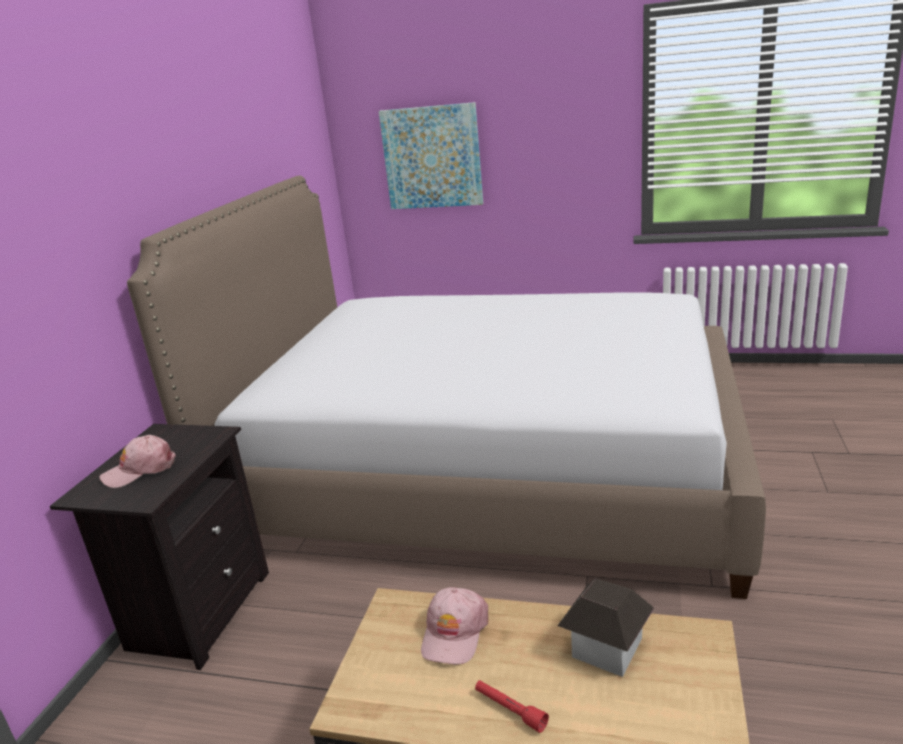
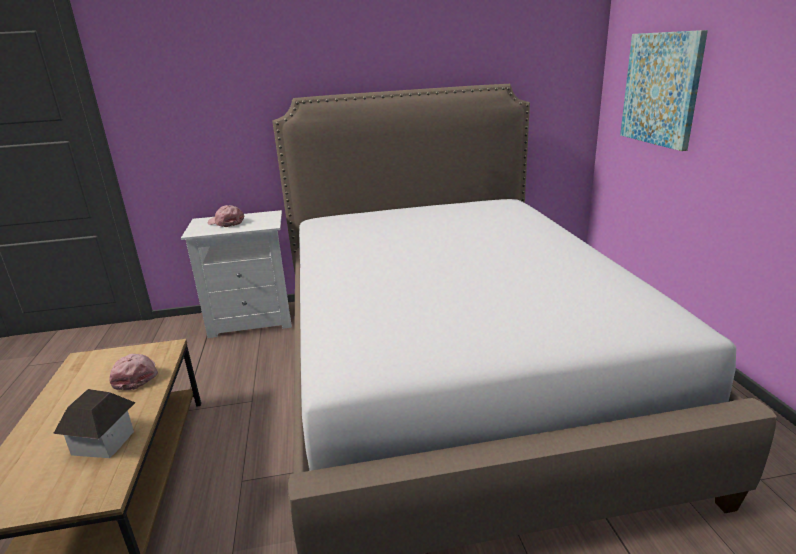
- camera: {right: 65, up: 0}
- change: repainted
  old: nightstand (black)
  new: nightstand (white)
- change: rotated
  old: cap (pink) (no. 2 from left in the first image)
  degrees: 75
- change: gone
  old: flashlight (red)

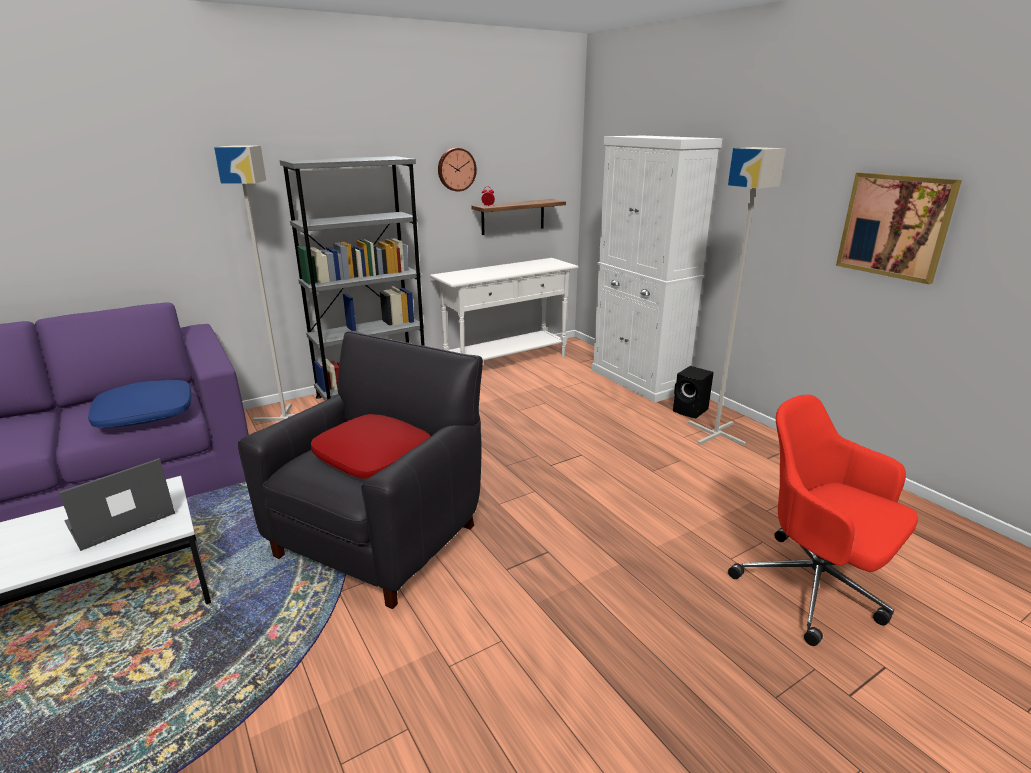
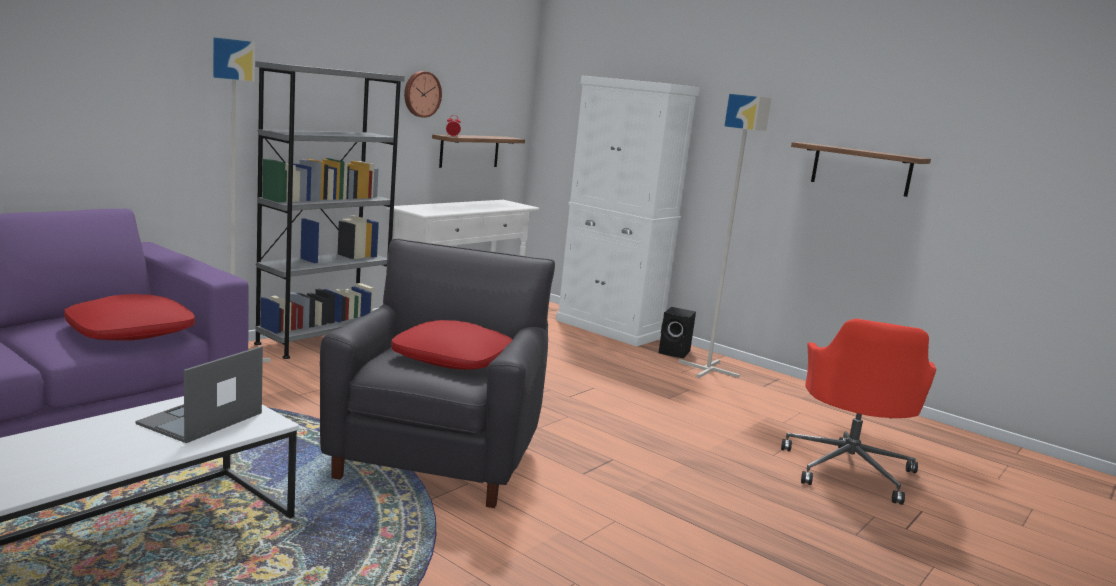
- camera: {right: -20, up: -10}
- change: swapped
  old: picture
  new: shelf (no. 2 from left)
- change: repainted
  old: pillow (blue)
  new: pillow (red) (no. 1 from left)
- change: rotated
  old: office chair (red)
  degrees: -105

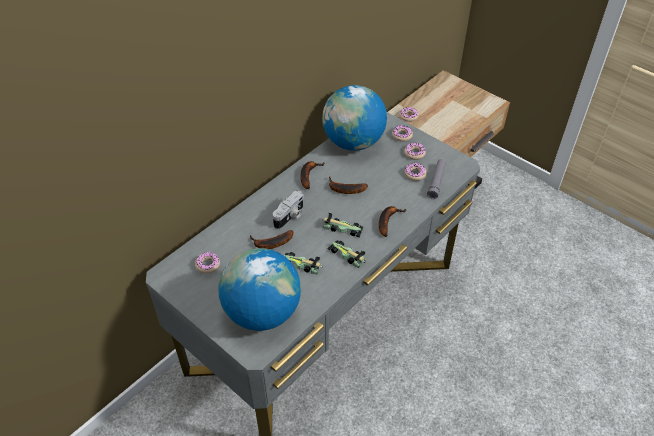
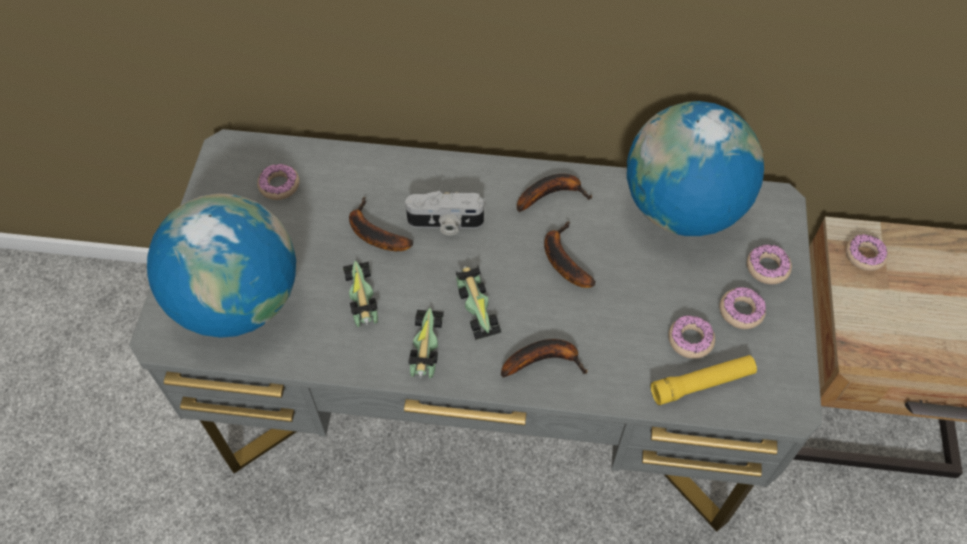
- camera: {right: 55, up: 10}
- change: repainted
  old: flashlight (grey)
  new: flashlight (yellow)

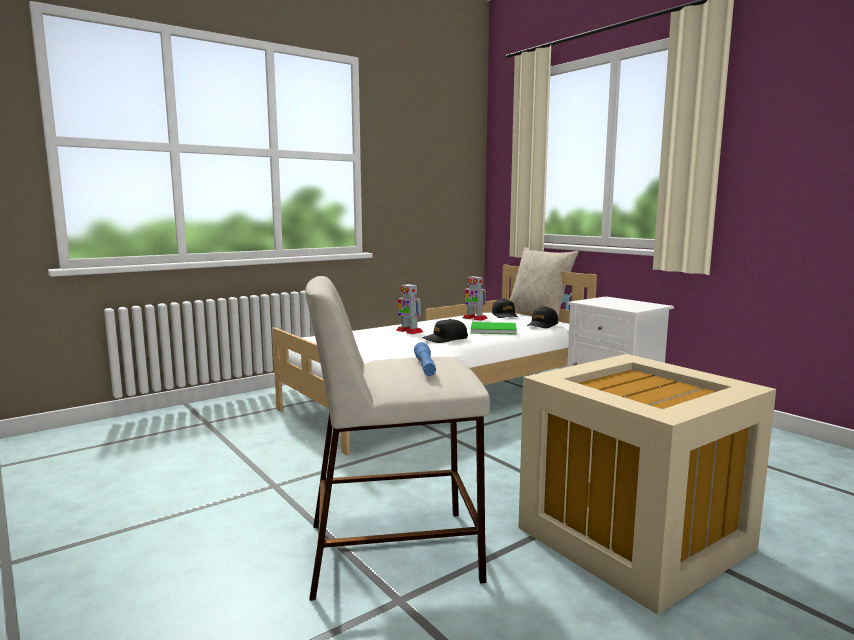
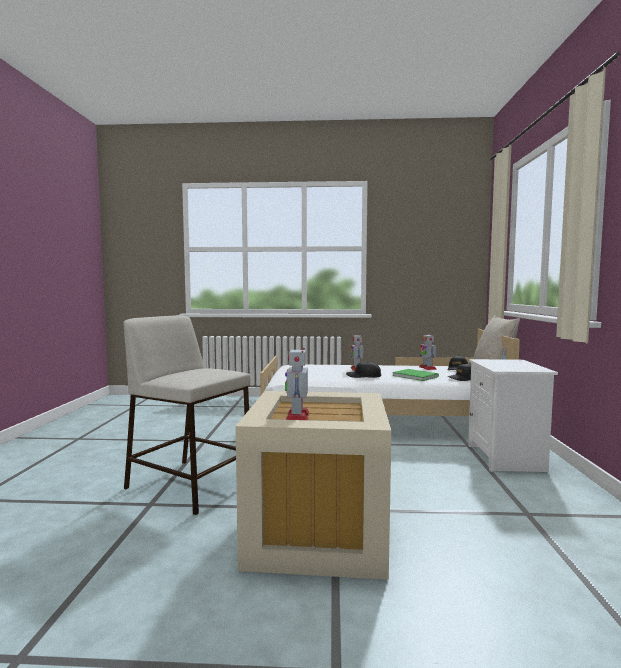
- camera: {right: 40, up: -5}
- change: gone
  old: flashlight (blue)
- change: new
  new: toy robot (no. 1 from left)

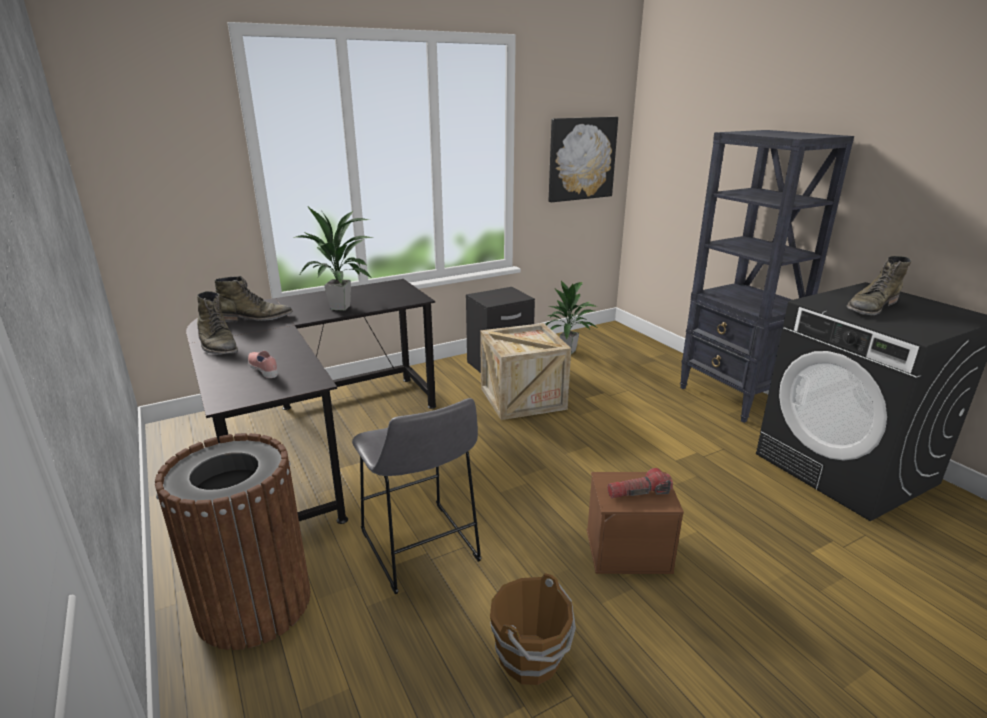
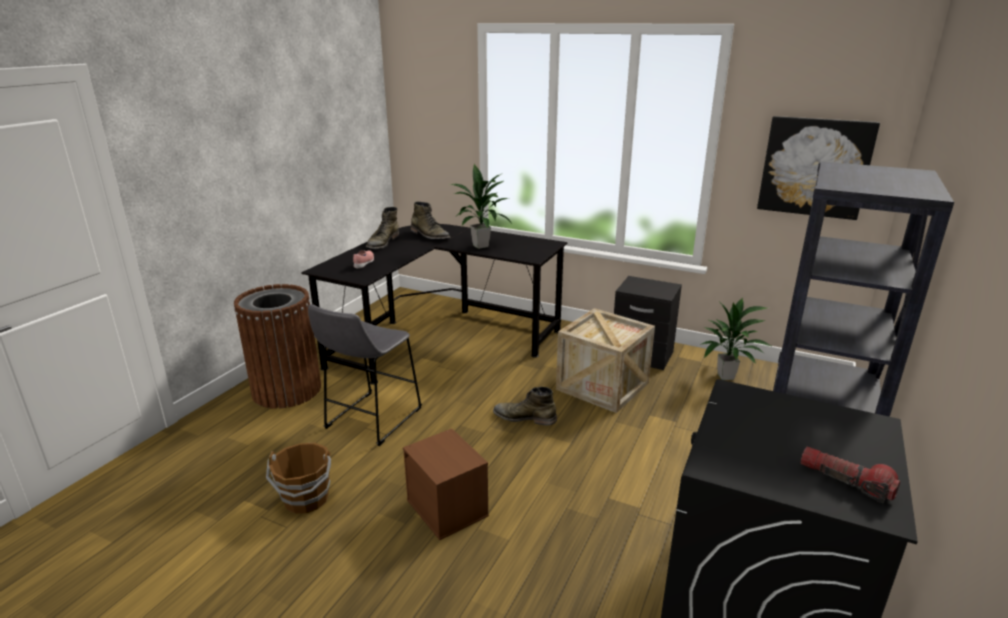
- camera: {right: 55, up: 0}
- change: shifted
  old: boot (green) (no. 3 from left)
- change: shifted
  old: flashlight

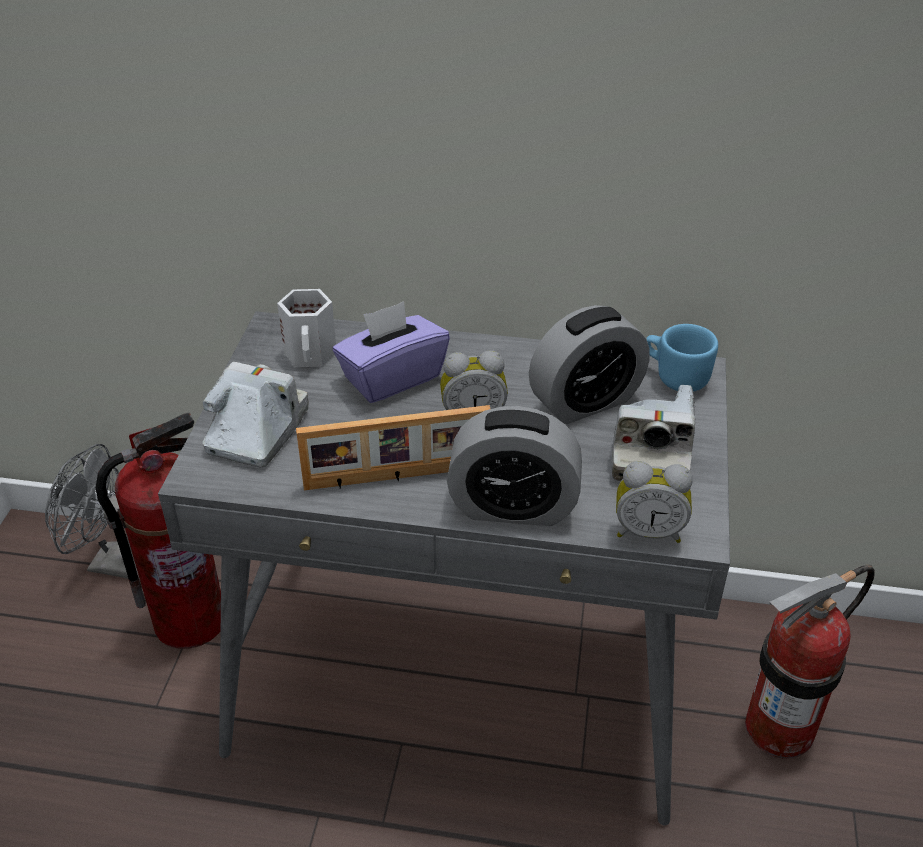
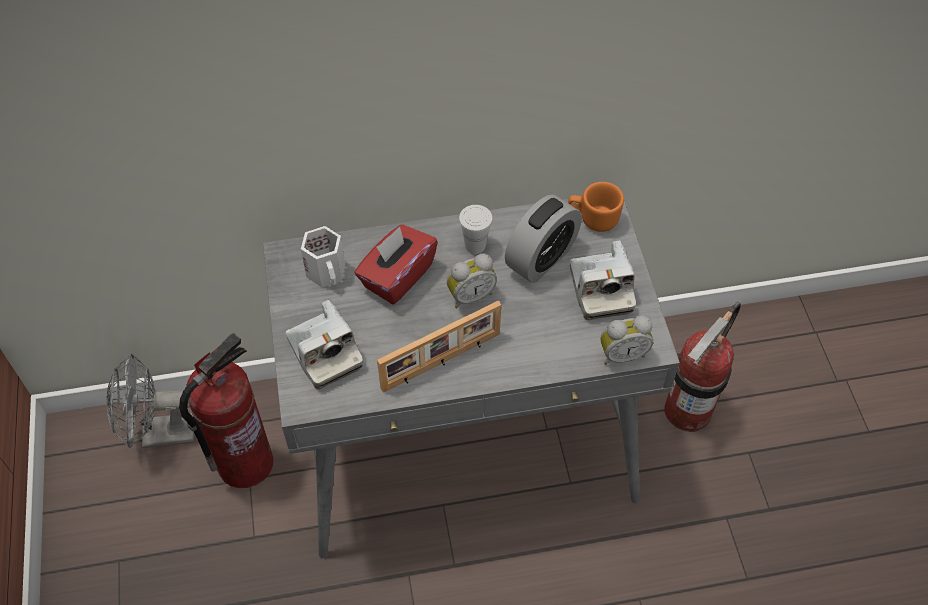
- camera: {right: -20, up: 15}
- change: repainted
  old: tissue box (purple)
  new: tissue box (red)
- change: repainted
  old: mug (blue)
  new: mug (orange)
- change: rotated
  old: photo camera (no. 1 from left)
  degrees: 150
- change: gone
  old: alarm clock (no. 2 from left)
- change: new
  new: cup (white)

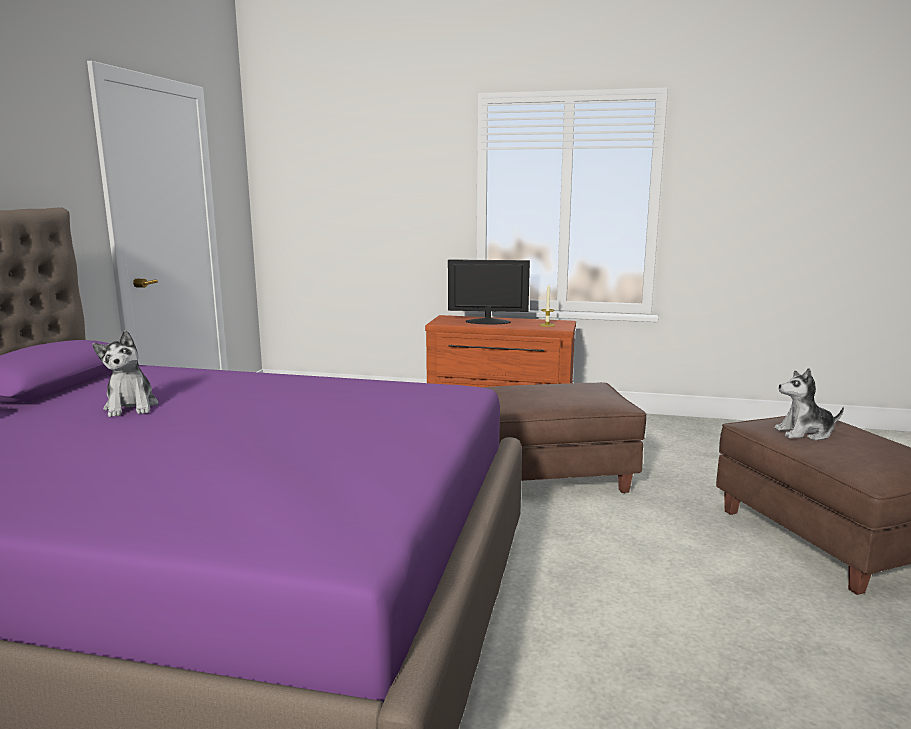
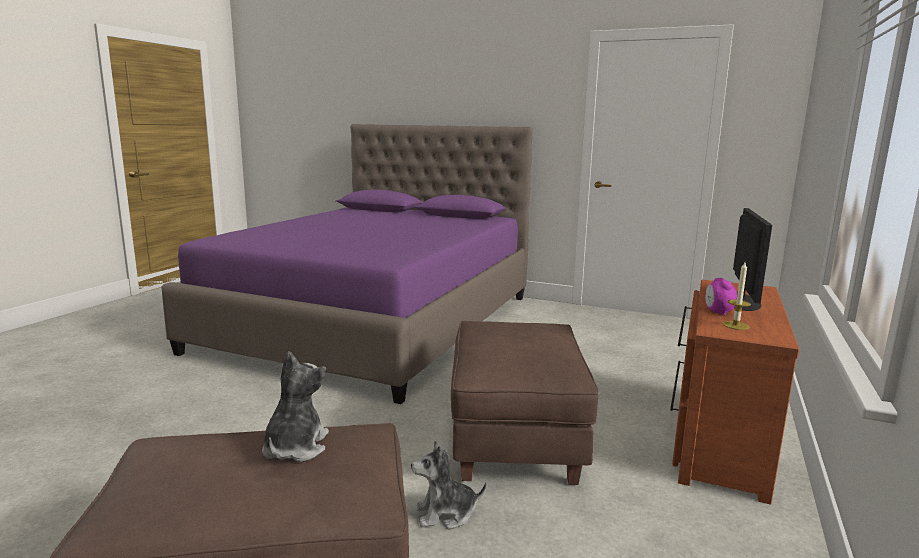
- camera: {right: 100, up: 0}
- change: shifted
  old: plush toy (no. 1 from left in the first image)
  new: plush toy (no. 2 from left)
- change: new
  new: alarm clock

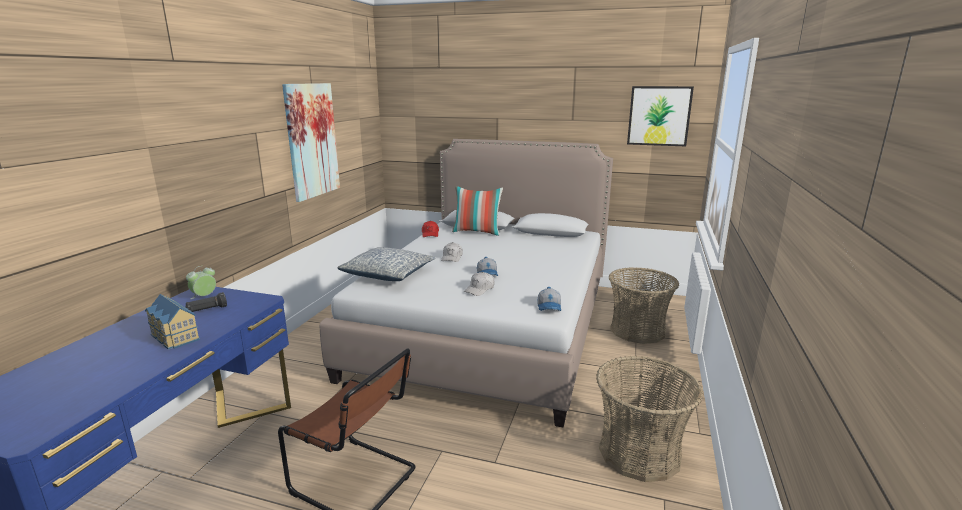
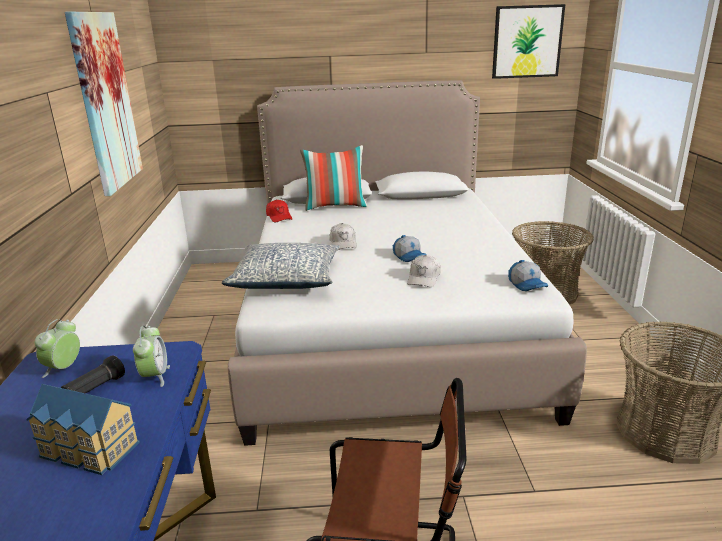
- camera: {right: -20, up: 5}
- change: new
  new: alarm clock (no. 2 from left)

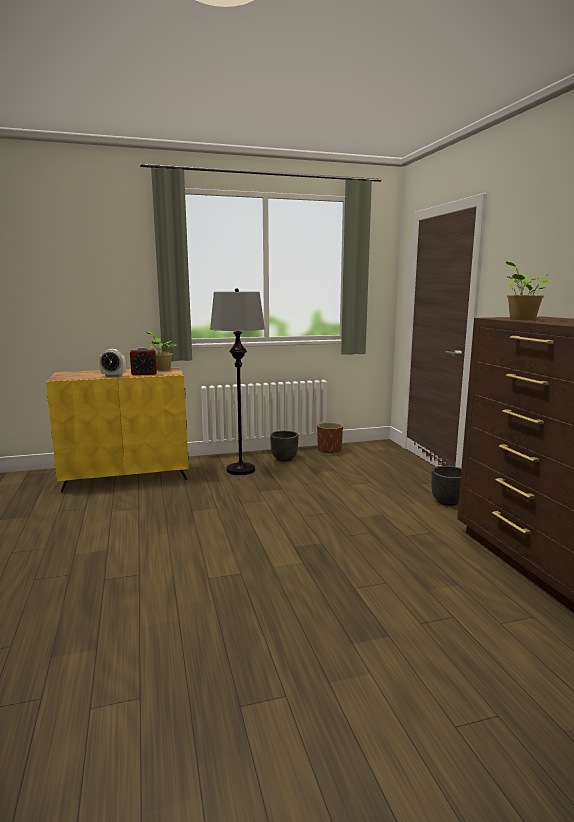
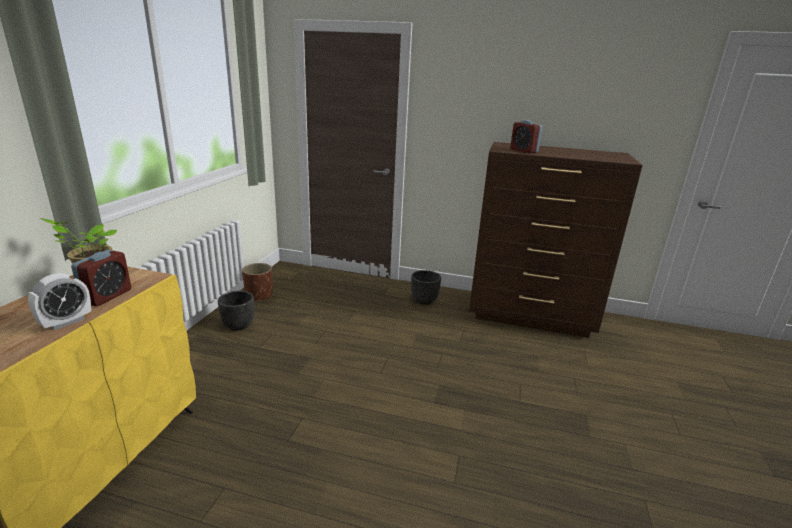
- camera: {right: -60, up: 10}
- change: swapped
  old: potted plant (no. 2 from left)
  new: alarm clock (no. 3 from left)
- change: gone
  old: floor lamp (grey)

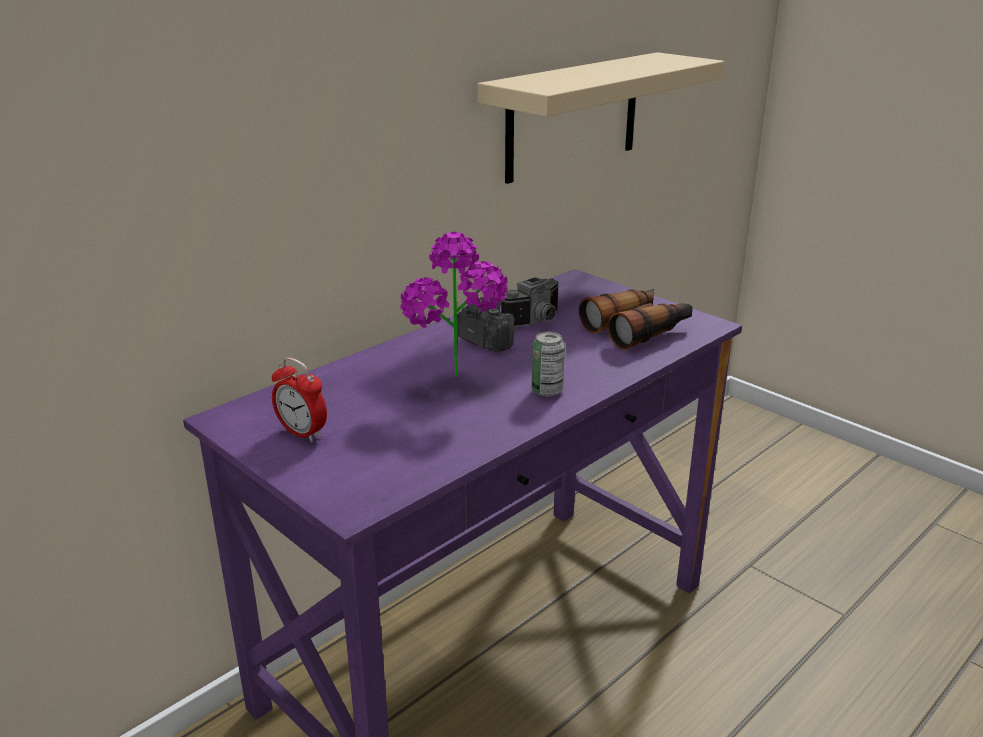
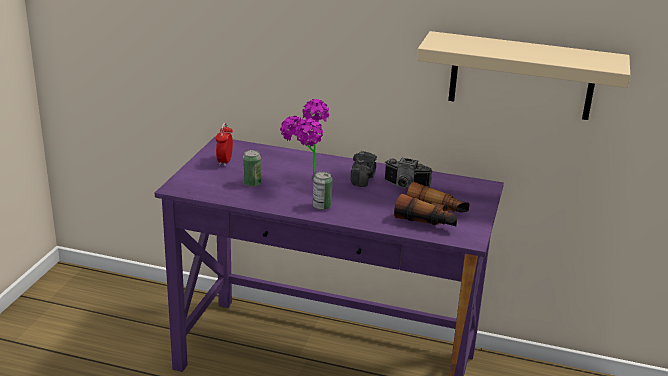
- camera: {right: 60, up: 0}
- change: new
  new: can (no. 1 from left)

